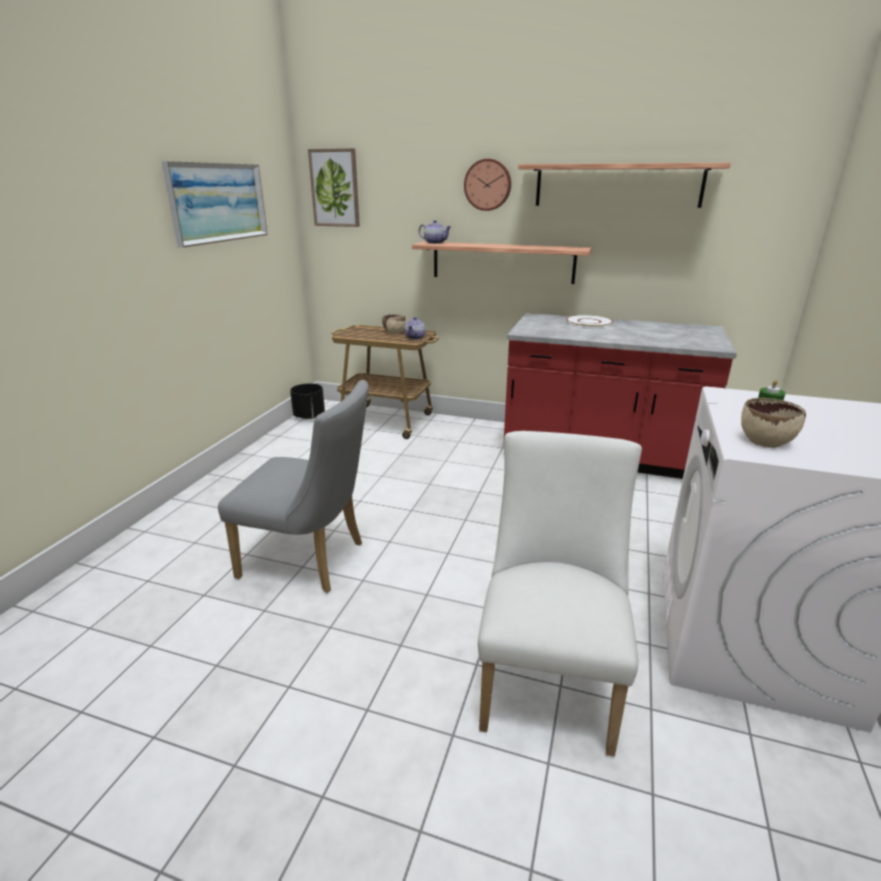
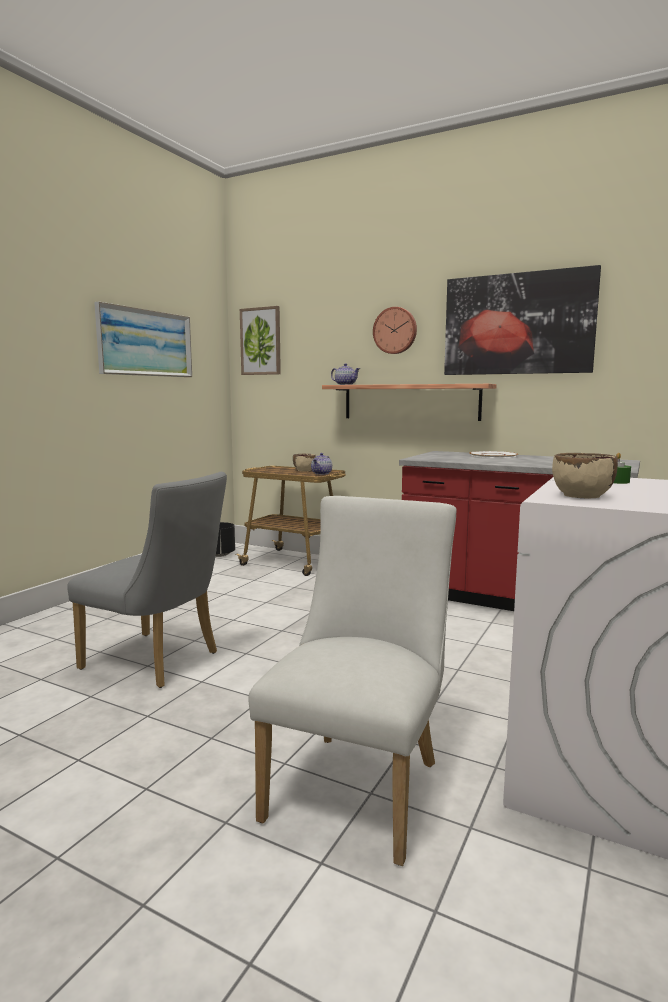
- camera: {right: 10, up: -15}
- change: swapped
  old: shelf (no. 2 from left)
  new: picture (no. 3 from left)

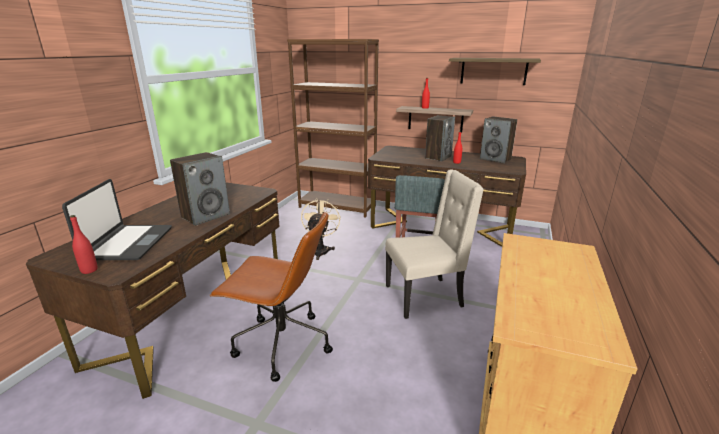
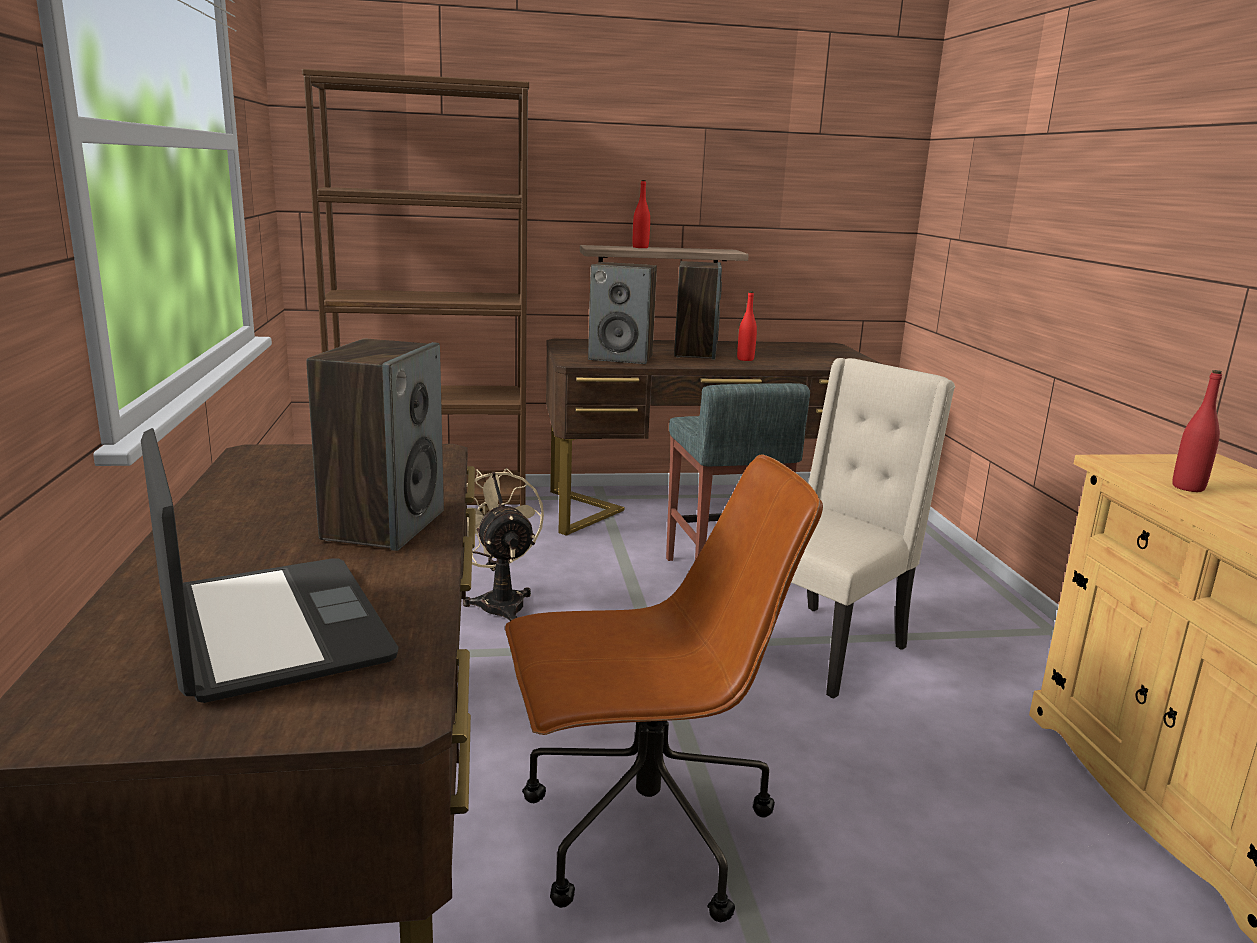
- camera: {right: -30, up: -5}
- change: gone
  old: shelf (no. 2 from left)
- change: shifted
  old: speaker (no. 3 from left in the first image)
  new: speaker (no. 2 from left)
- change: shifted
  old: bottle (red) (no. 1 from left in the first image)
  new: bottle (red) (no. 3 from left)

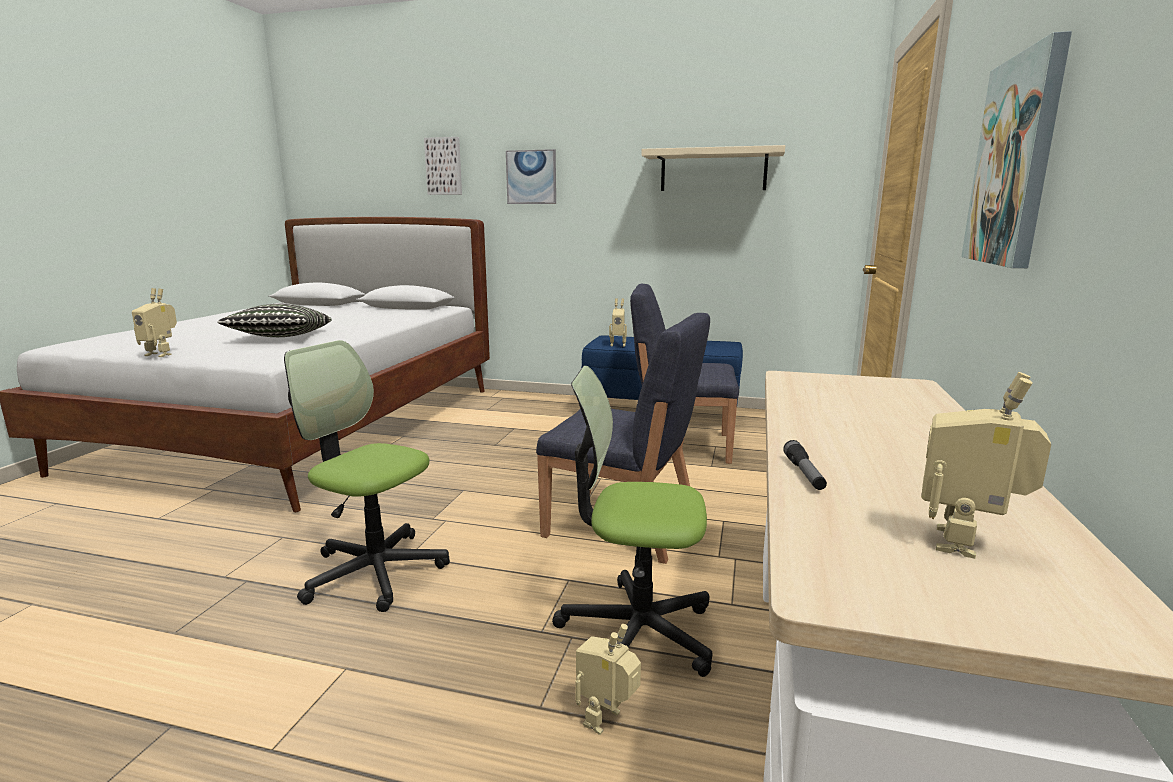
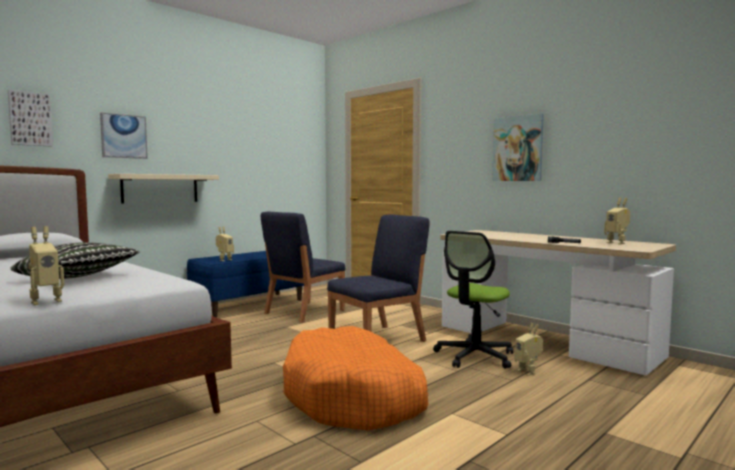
- camera: {right: -60, up: -10}
- change: shifted
  old: shelf (beige)
- change: swapped
  old: office chair (no. 1 from left)
  new: dog bed (orange)

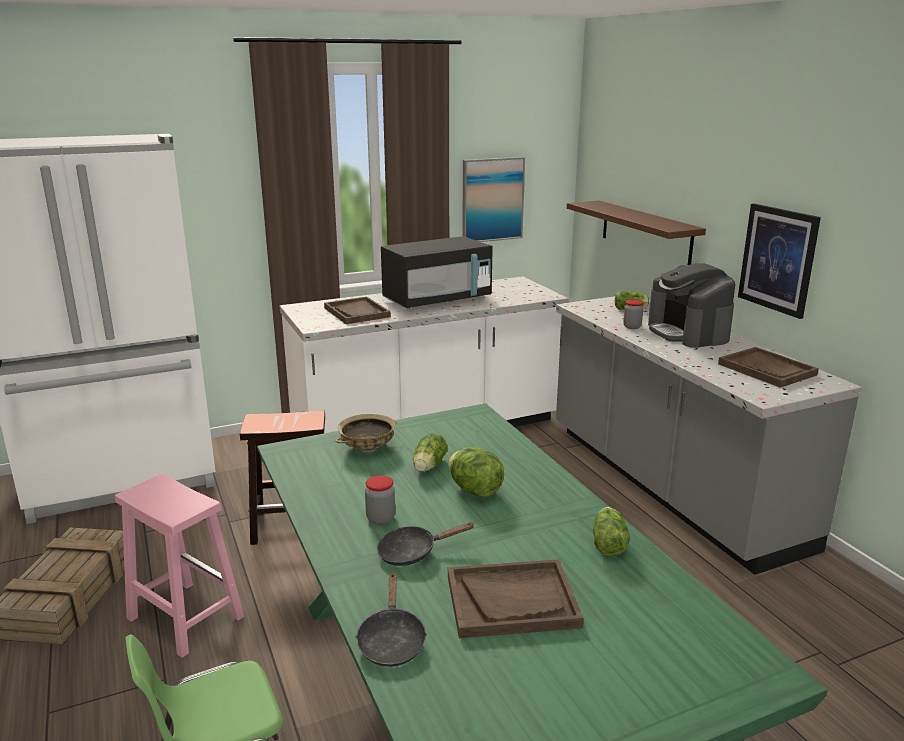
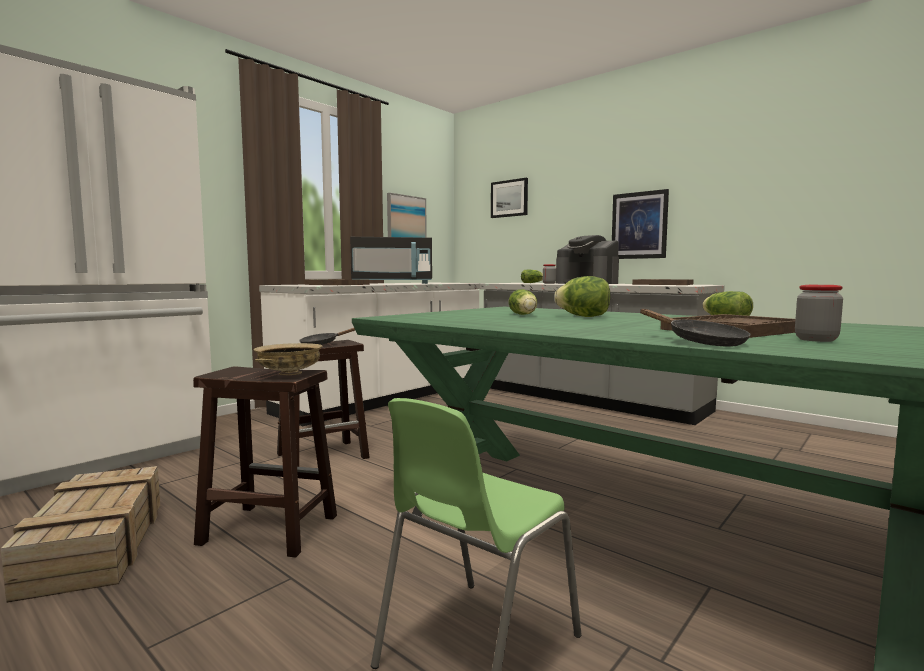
- camera: {right: -25, up: -15}
- change: gone
  old: shelf (brown)
- change: rotated
  old: microwave (black)
  degrees: 45
- change: shifted
  old: bowl (beige)
- change: repainted
  old: stool (pink)
  new: stool (brown) (no. 1 from left)
- change: shifted
  old: jar (no. 1 from left in the first image)
  new: jar (no. 2 from left)
- change: shifted
  old: frying pan (black) (no. 2 from left in the first image)
  new: frying pan (black) (no. 1 from left)
- change: new
  new: picture (no. 2 from left)

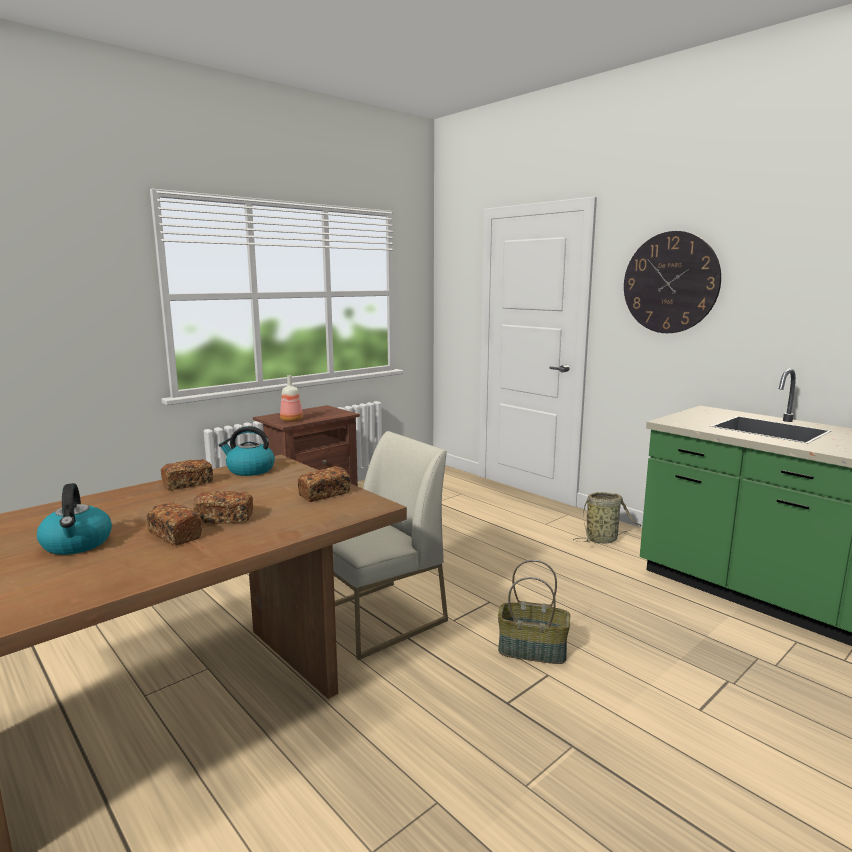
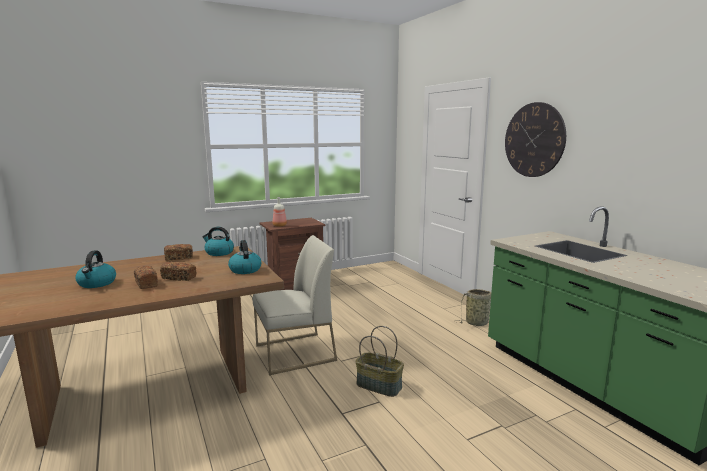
- camera: {right: 15, up: 0}
- change: swapped
  old: bread (no. 4 from left)
  new: kettle (no. 3 from left)

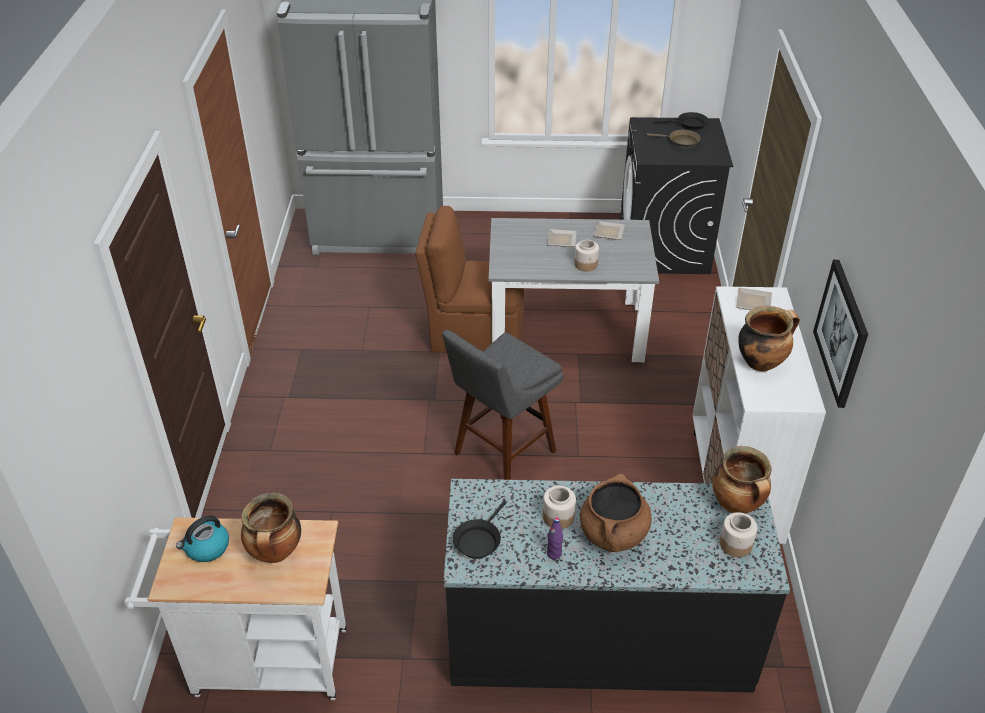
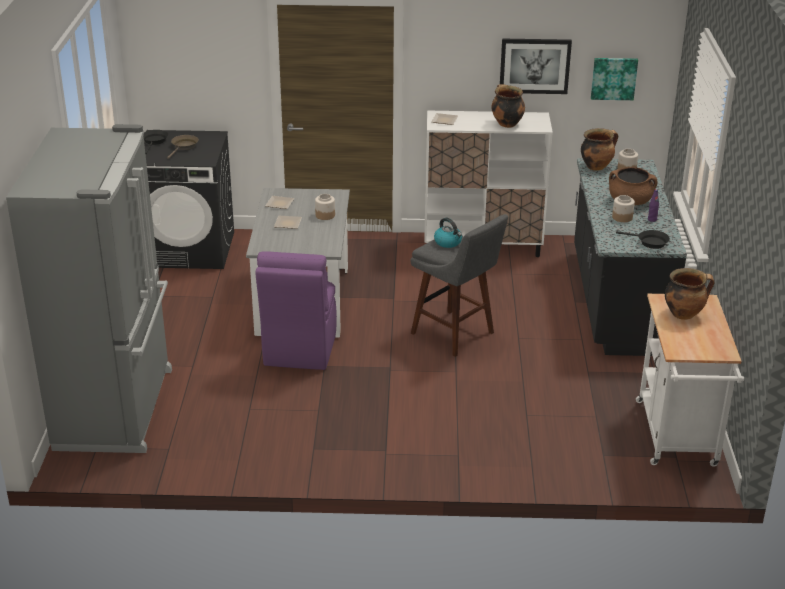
- camera: {right: -90, up: -10}
- change: repainted
  old: chair (brown)
  new: chair (purple)
- change: shifted
  old: kettle
- change: new
  new: picture (no. 2 from left)

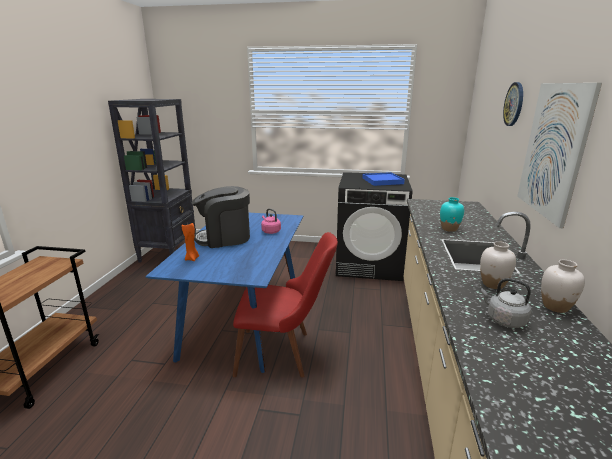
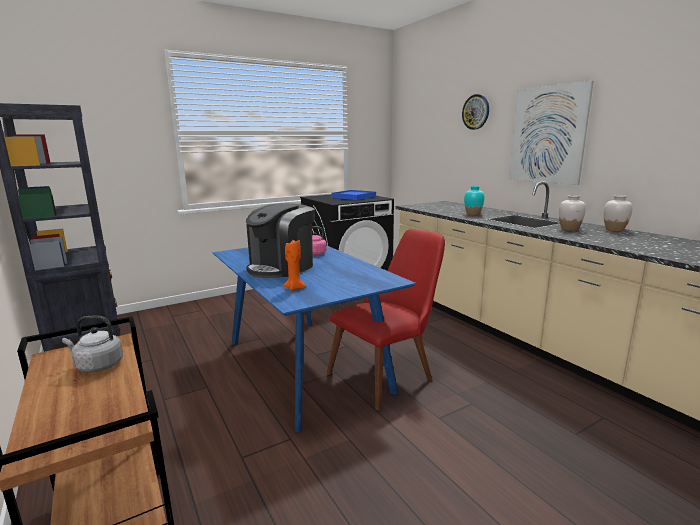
- camera: {right: -40, up: -5}
- change: shifted
  old: kettle (grey)

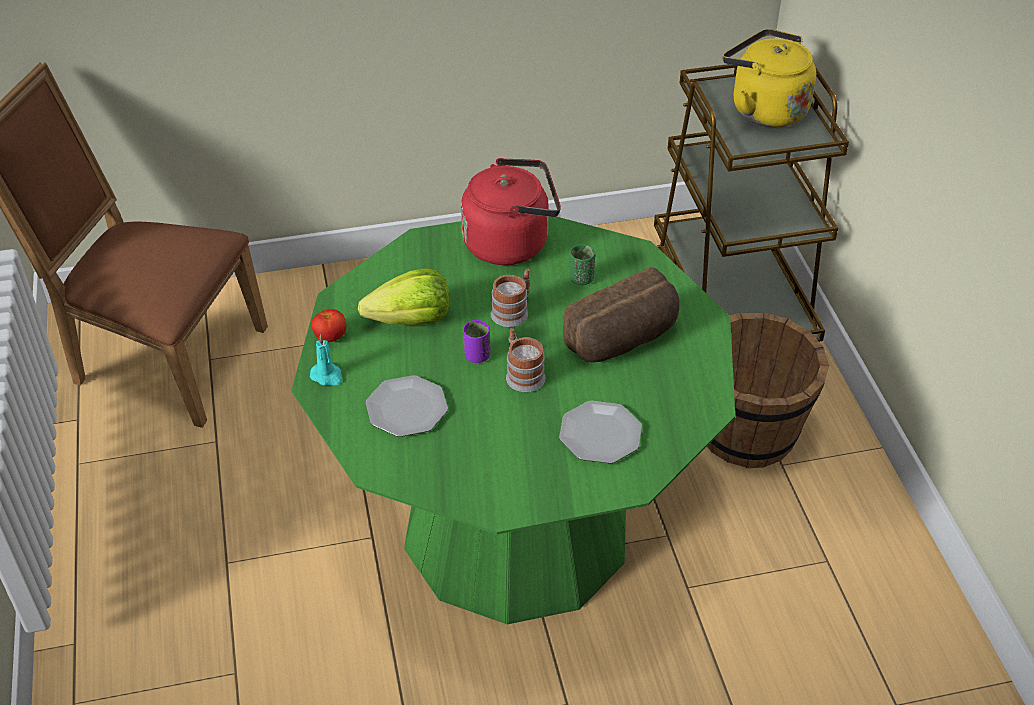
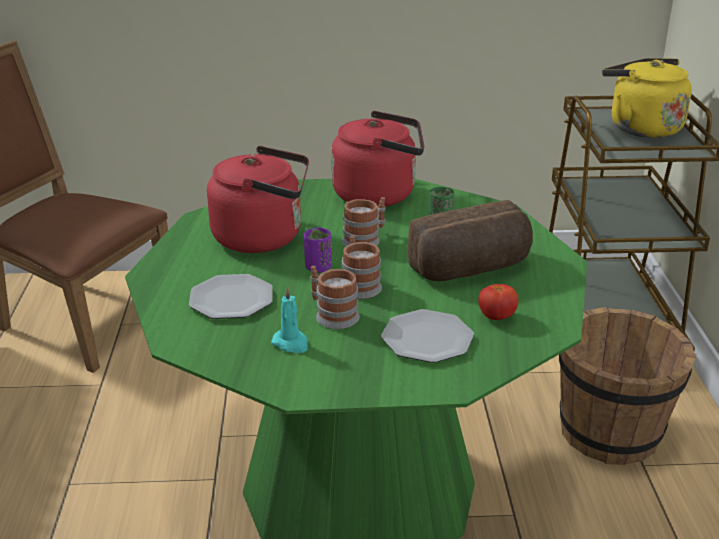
- camera: {right: 10, up: -15}
- change: swapped
  old: lettuce
  new: kettle (red) (no. 1 from left)
- change: shifted
  old: tomato
- change: shifted
  old: candle (turquoise)
- change: new
  new: mug (no. 1 from left)

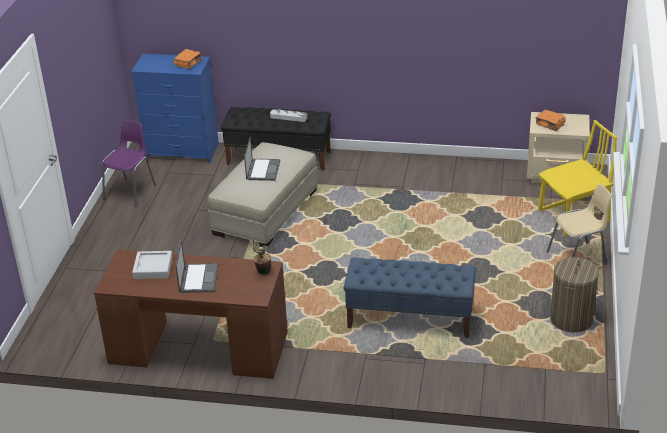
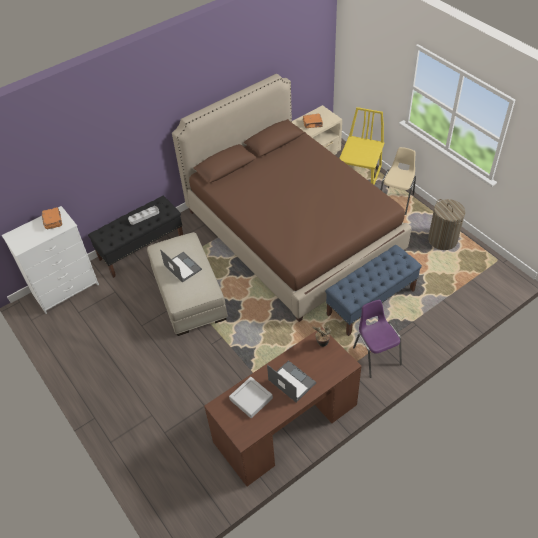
- camera: {right: -45, up: 15}
- change: repainted
  old: dresser (blue)
  new: dresser (white)
- change: shifted
  old: chair (purple)
- change: new
  new: bed (brown)

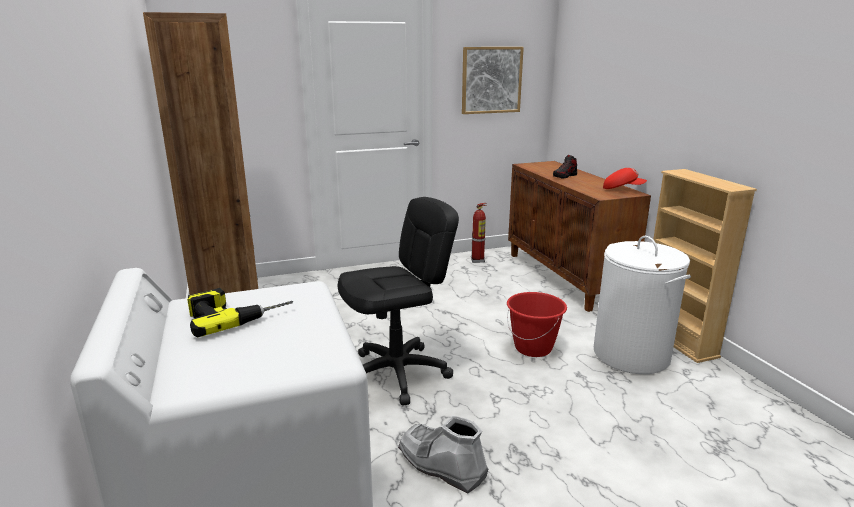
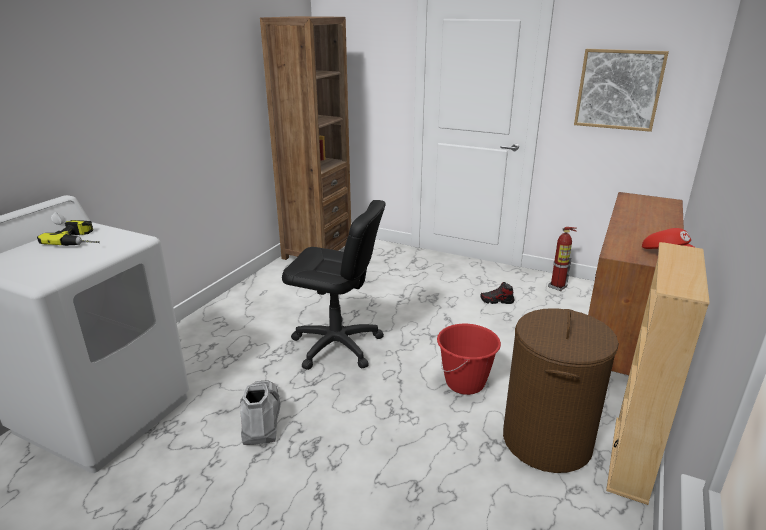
- camera: {right: 45, up: 5}
- change: shifted
  old: shoe
- change: repainted
  old: laundry basket (white)
  new: laundry basket (brown)

